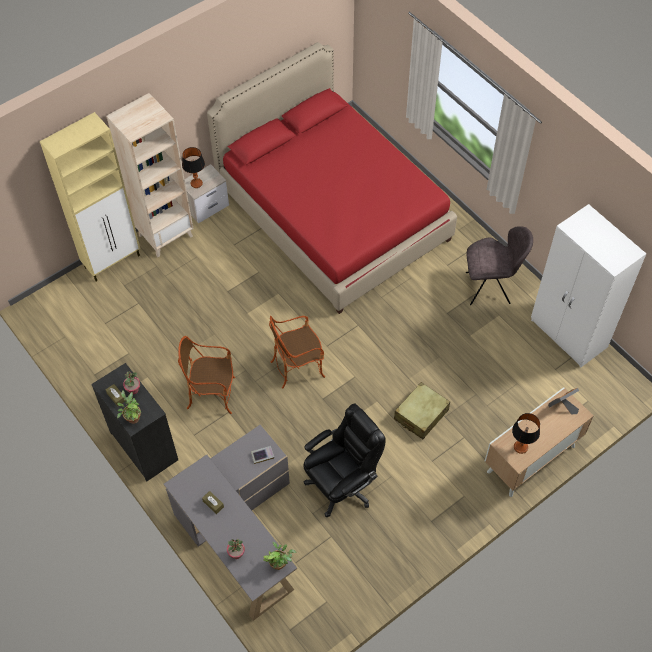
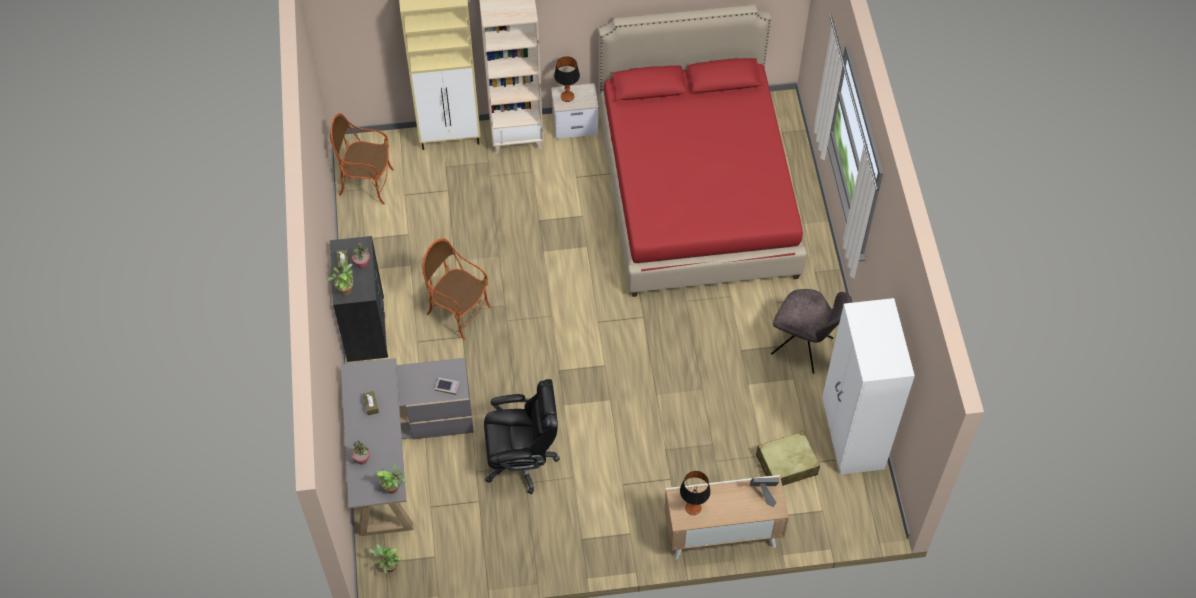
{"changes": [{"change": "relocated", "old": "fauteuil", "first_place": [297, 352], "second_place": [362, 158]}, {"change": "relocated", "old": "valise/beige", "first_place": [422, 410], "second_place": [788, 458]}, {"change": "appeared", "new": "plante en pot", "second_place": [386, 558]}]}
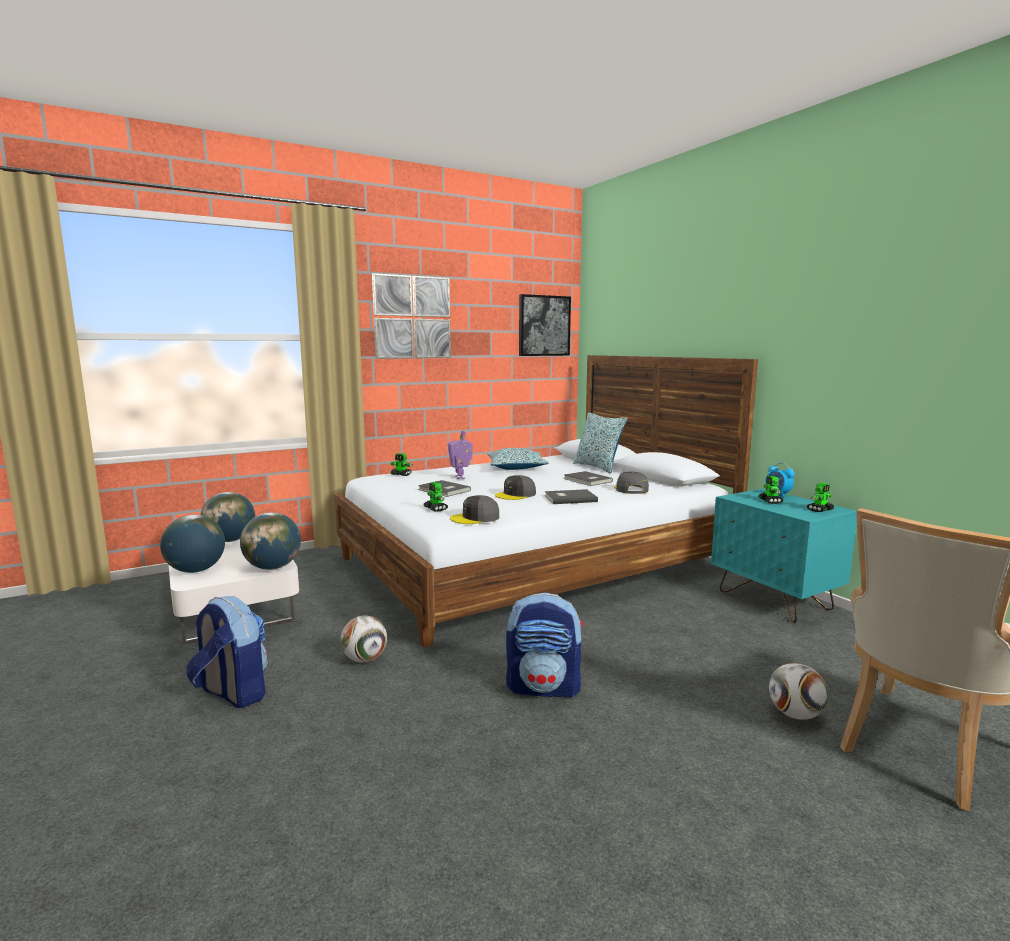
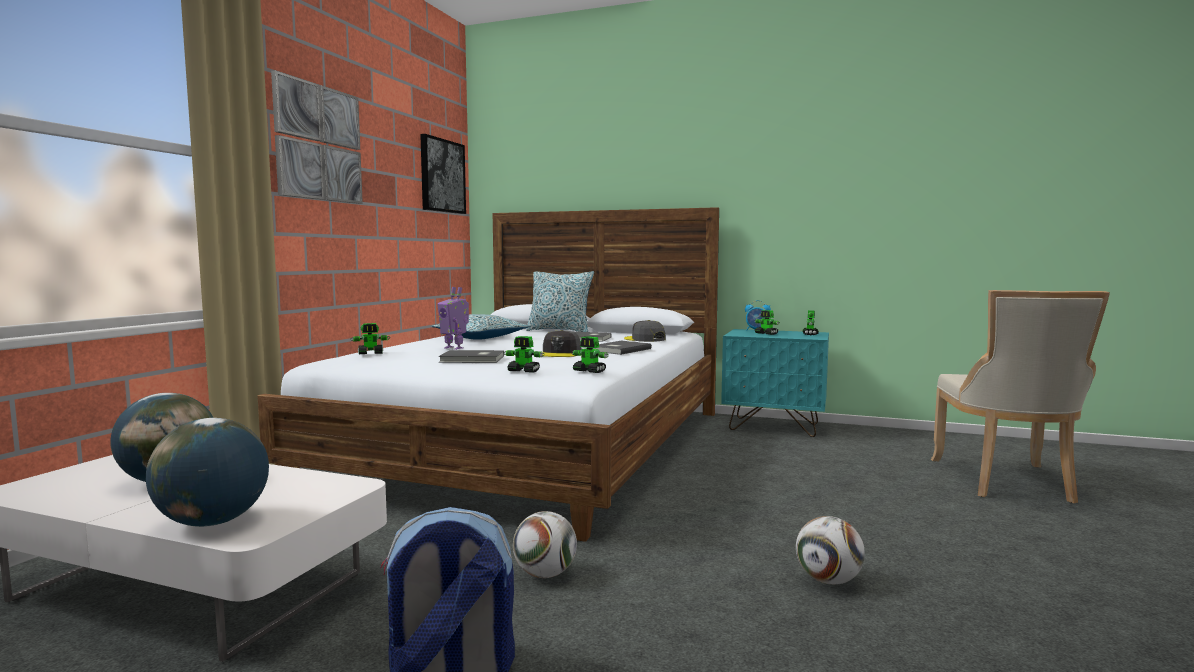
{"changes": [{"change": "exchanged", "old": "casquette/gris", "new": "robot jouet", "first_place": [474, 509], "second_place": [590, 354]}, {"change": "missing", "old": "globe", "first_place": [270, 541]}, {"change": "missing", "old": "sac à dos", "first_place": [545, 645]}, {"change": "relocated", "old": "ballon de foot", "first_place": [798, 691], "second_place": [830, 550]}]}
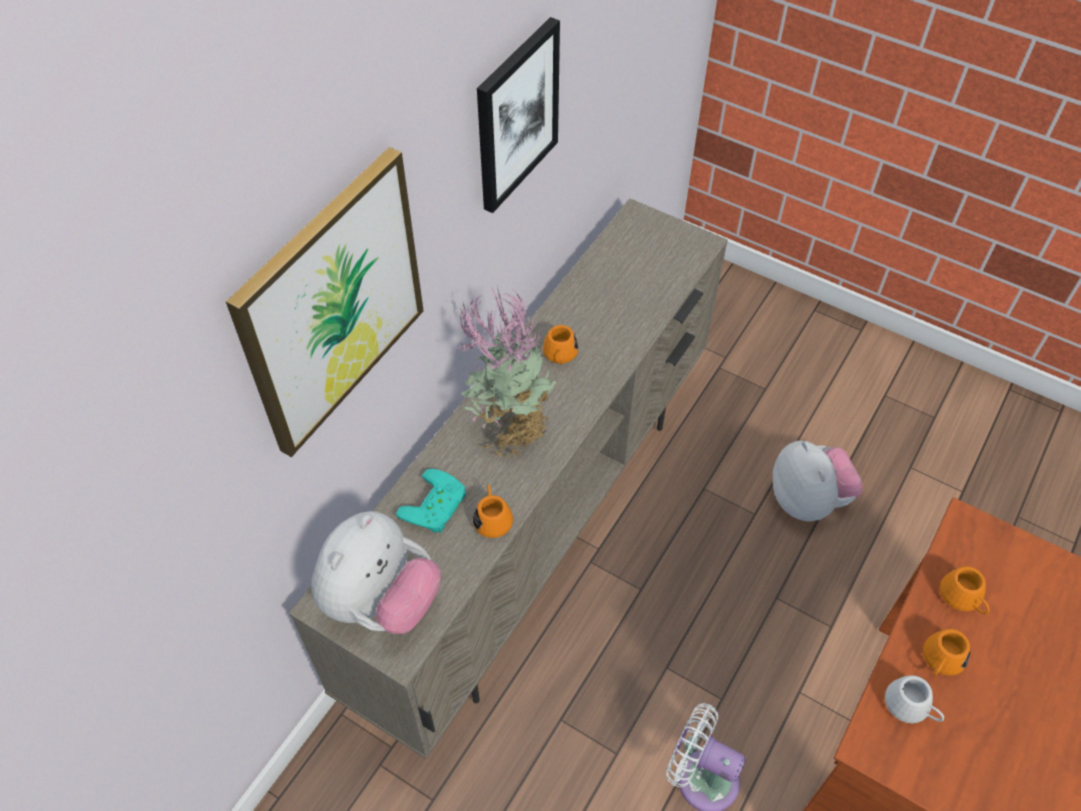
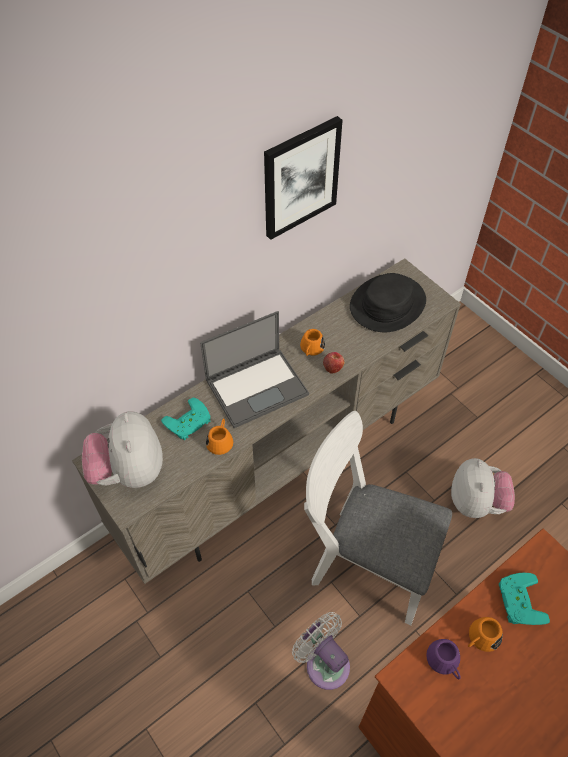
{"changes": [{"change": "missing", "old": "tableau", "first_place": [325, 302]}, {"change": "exchanged", "old": "plante en pot", "new": "ordinateur portable", "first_place": [506, 373], "second_place": [254, 369]}, {"change": "spun", "old": "peluche", "first_place": [376, 572], "second_place": [122, 449], "degrees": 120}, {"change": "exchanged", "old": "mug/orange", "new": "manette/turquoise", "first_place": [965, 590], "second_place": [524, 599]}, {"change": "colour", "old": "mug/blanc", "new": "mug/violet", "first_place": [914, 699], "second_place": [443, 659]}, {"change": "appeared", "new": "chapeau/noir", "second_place": [388, 302]}, {"change": "appeared", "new": "pomme", "second_place": [333, 363]}, {"change": "appeared", "new": "chaise/blanc", "second_place": [378, 518]}]}
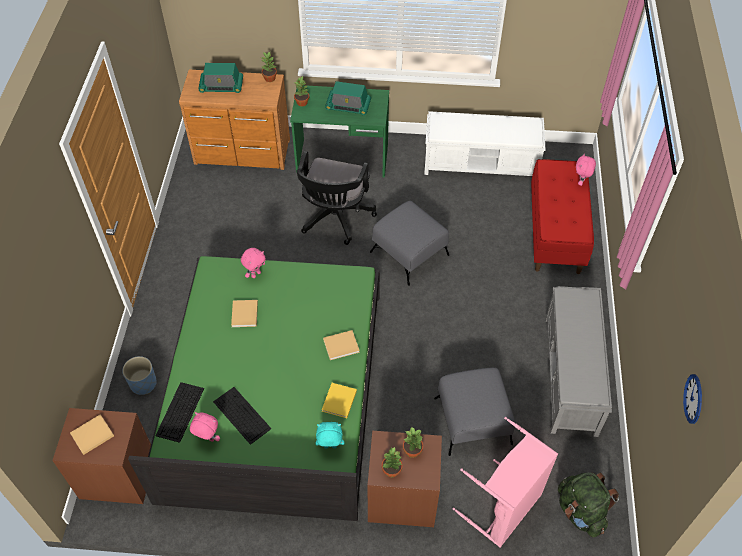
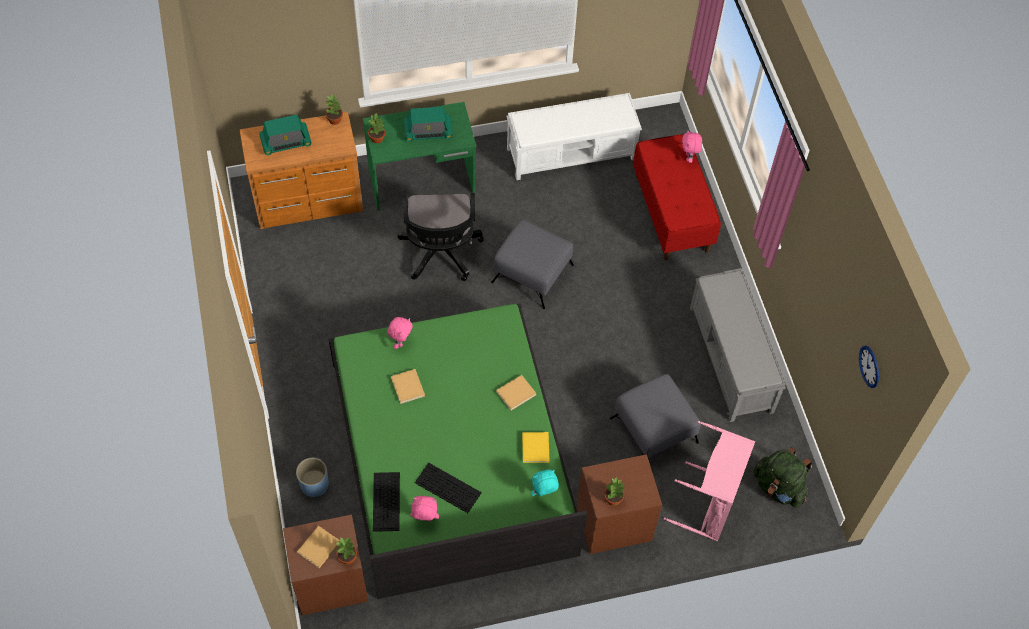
{"changes": [{"change": "relocated", "old": "plante en pot", "first_place": [413, 442], "second_place": [346, 550]}]}
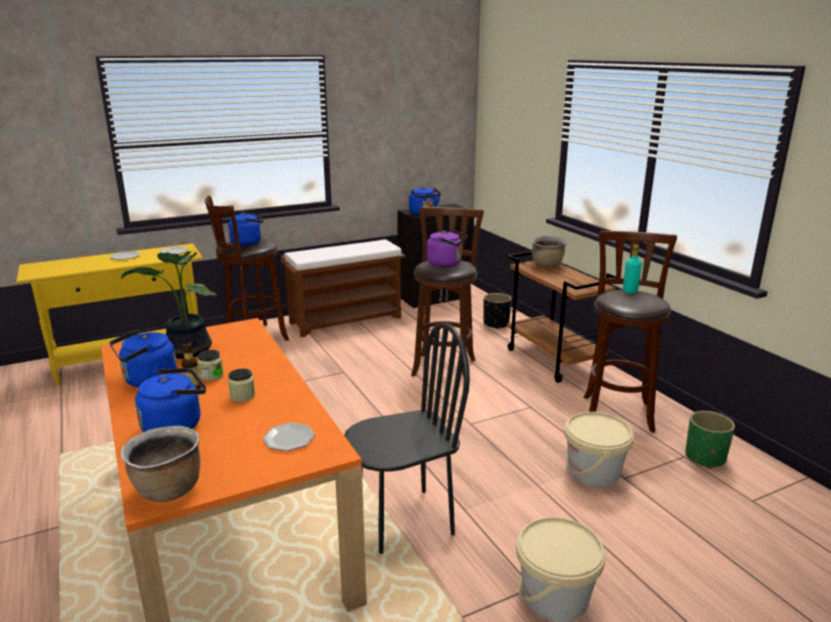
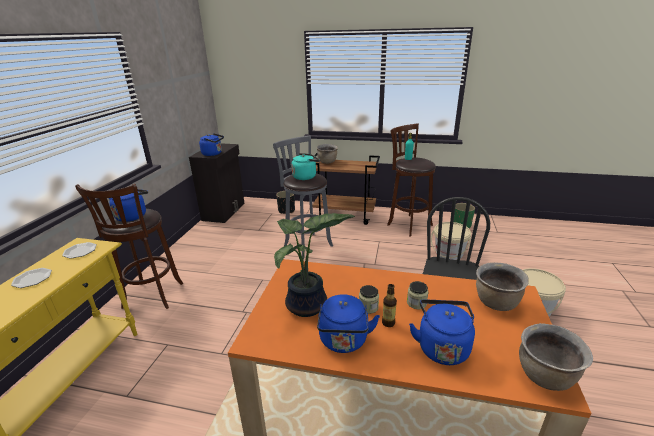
{"changes": [{"change": "colour", "old": "tabouret/marron", "new": "tabouret/gris", "first_place": [447, 292], "second_place": [303, 197]}, {"change": "colour", "old": "bouilloire/violet", "new": "bouilloire/turquoise", "first_place": [447, 248], "second_place": [305, 166]}, {"change": "missing", "old": "banc/marron", "first_place": [343, 288]}, {"change": "exchanged", "old": "assiette", "new": "marmite/marron", "first_place": [289, 436], "second_place": [502, 286]}]}
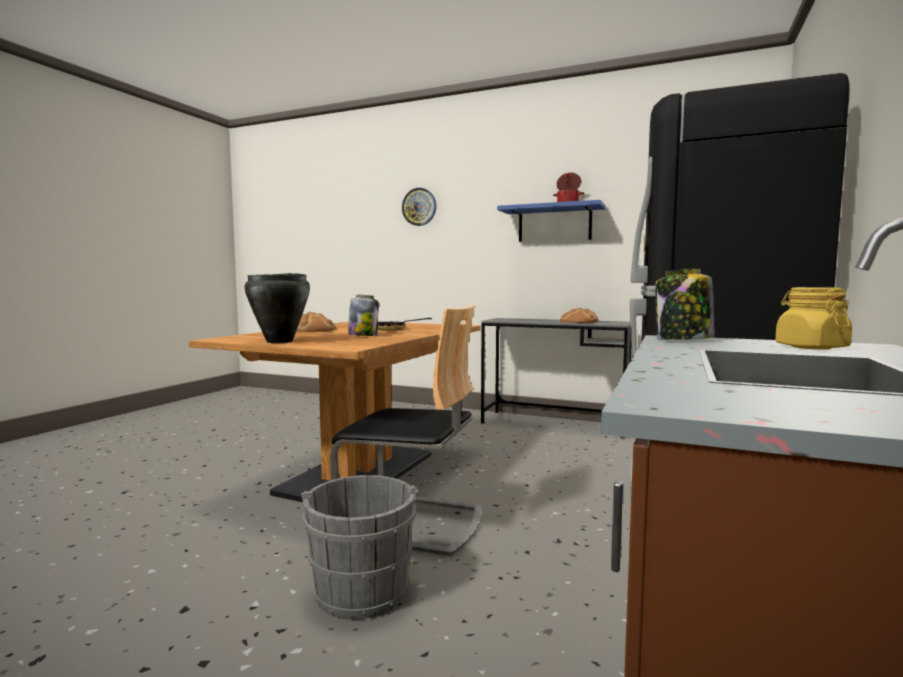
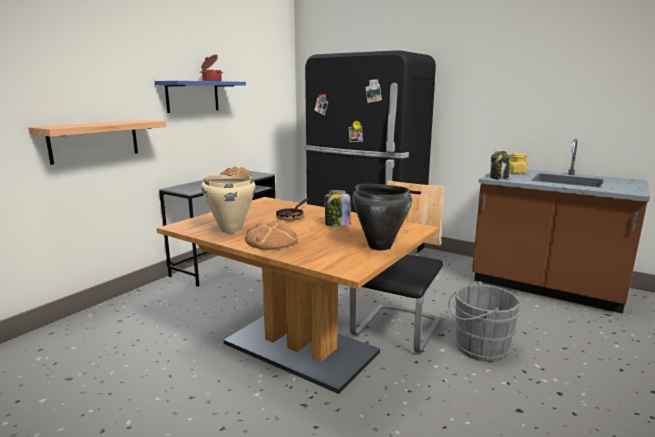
{"changes": [{"change": "missing", "old": "horloge murale", "first_place": [419, 207]}, {"change": "appeared", "new": "étagère", "second_place": [97, 142]}, {"change": "appeared", "new": "marmite/beige", "second_place": [228, 204]}]}
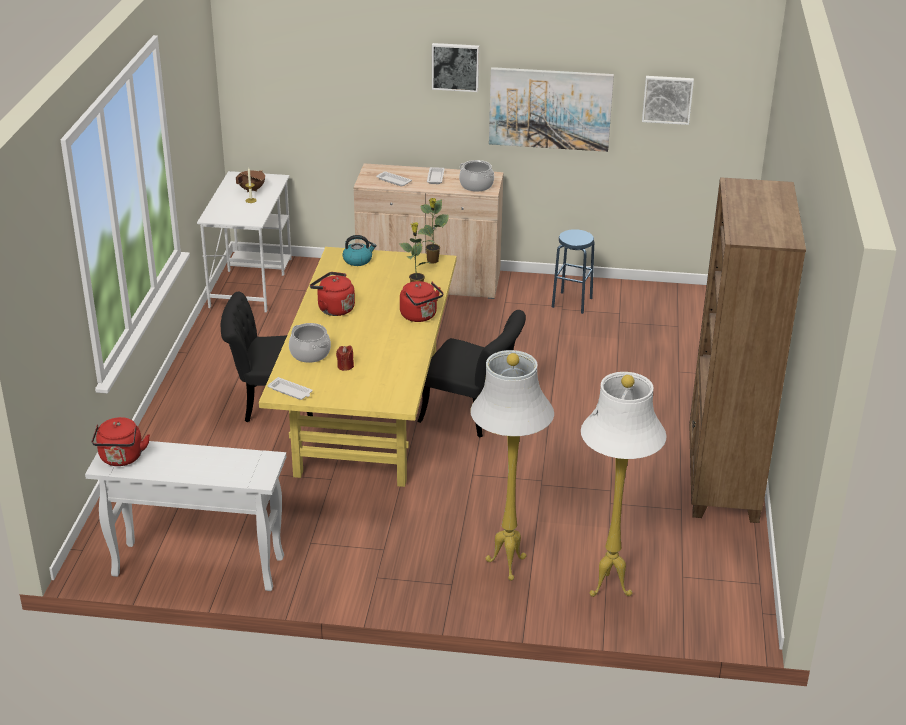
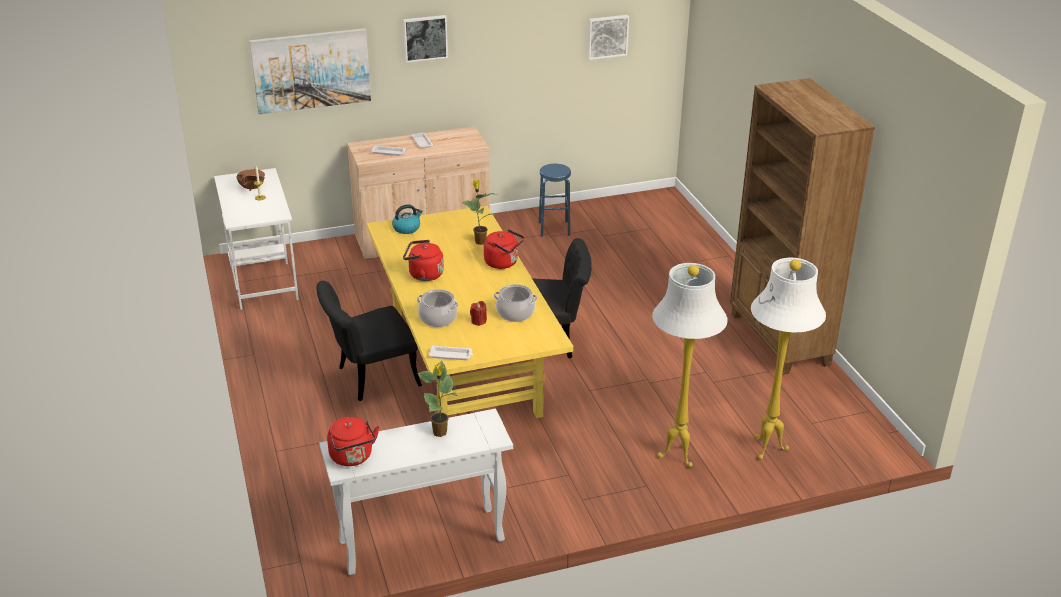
{"changes": [{"change": "relocated", "old": "tableau", "first_place": [551, 109], "second_place": [310, 71]}, {"change": "relocated", "old": "marmite", "first_place": [476, 176], "second_place": [515, 303]}, {"change": "relocated", "old": "plante en pot", "first_place": [432, 231], "second_place": [437, 399]}]}
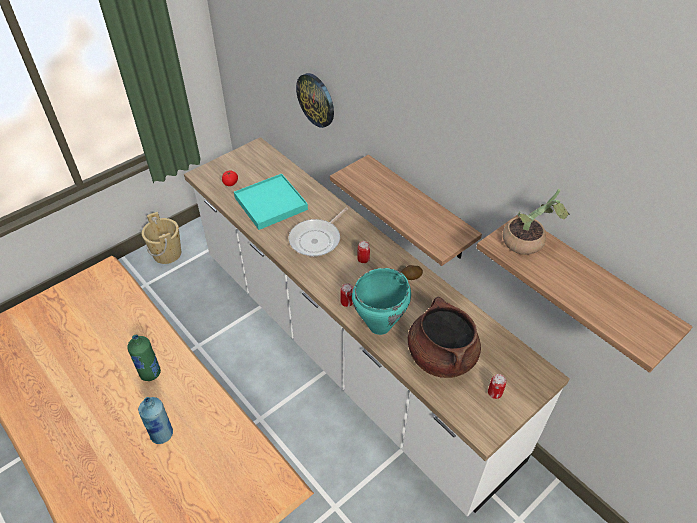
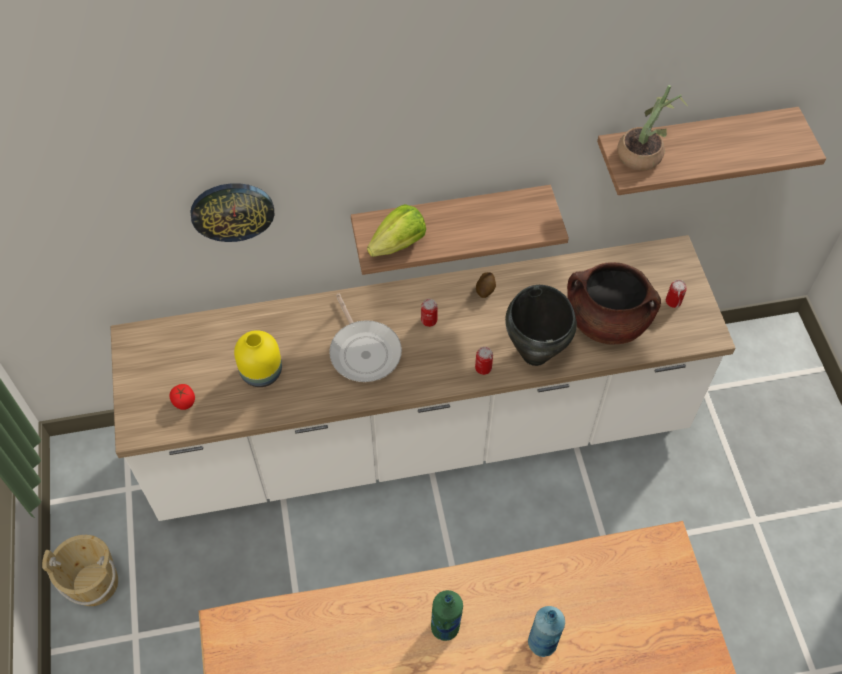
{"changes": [{"change": "exchanged", "old": "plateau/turquoise", "new": "vase/jaune", "first_place": [271, 201], "second_place": [258, 358]}, {"change": "colour", "old": "marmite/turquoise", "new": "marmite/noir", "first_place": [381, 301], "second_place": [541, 325]}, {"change": "appeared", "new": "laitue", "second_place": [396, 230]}]}
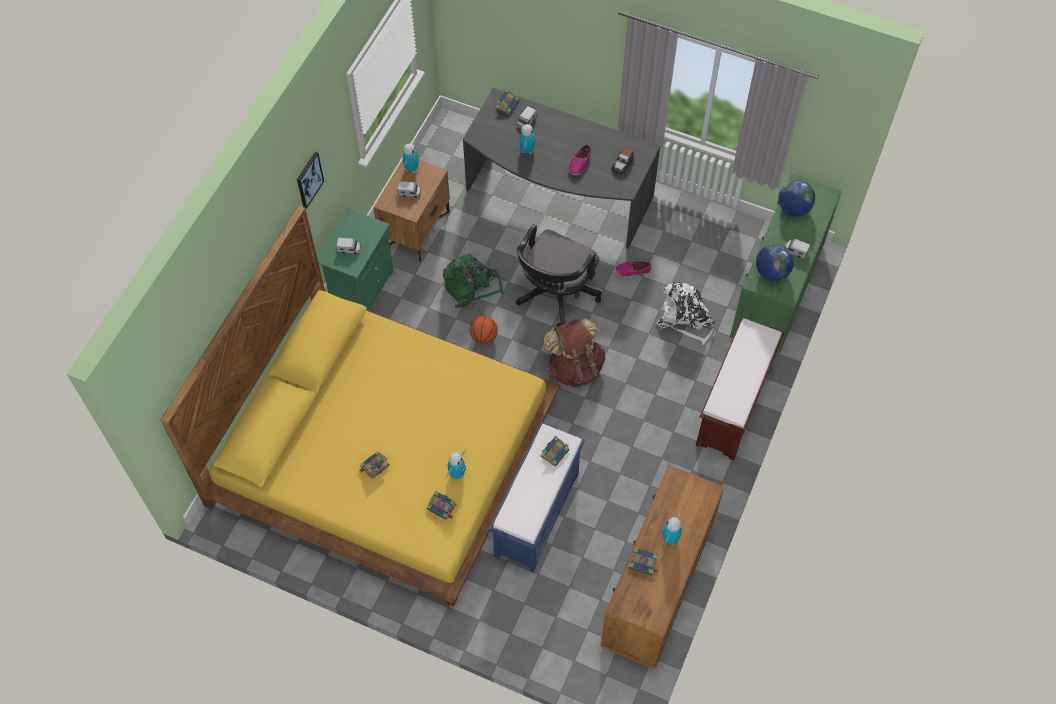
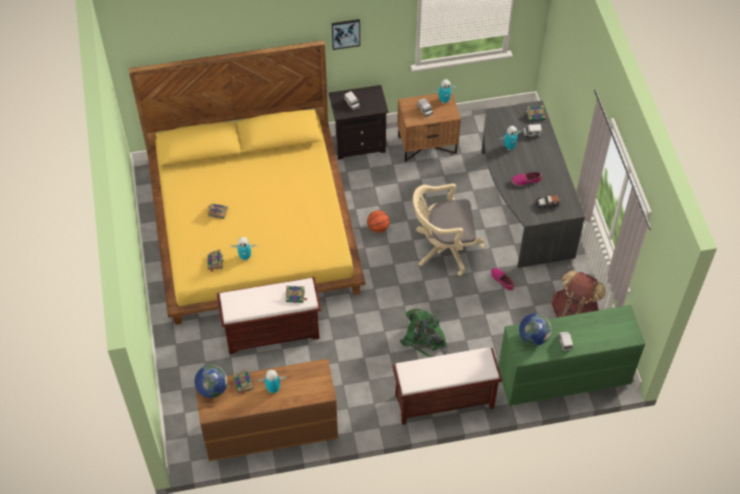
{"changes": [{"change": "relocated", "old": "globe", "first_place": [796, 198], "second_place": [211, 381]}, {"change": "colour", "old": "table de chevet/vert", "new": "table de chevet/noir", "first_place": [355, 259], "second_place": [359, 122]}, {"change": "colour", "old": "chaise de bureau/noir", "new": "chaise de bureau/beige", "first_place": [559, 275], "second_place": [448, 230]}, {"change": "relocated", "old": "sac à dos/vert", "first_place": [473, 281], "second_place": [424, 333]}, {"change": "missing", "old": "sac à dos/blanc", "first_place": [685, 313]}, {"change": "relocated", "old": "sac à dos/marron", "first_place": [574, 353], "second_place": [579, 293]}, {"change": "colour", "old": "banc/bleu", "new": "banc/marron", "first_place": [537, 497], "second_place": [269, 315]}]}
